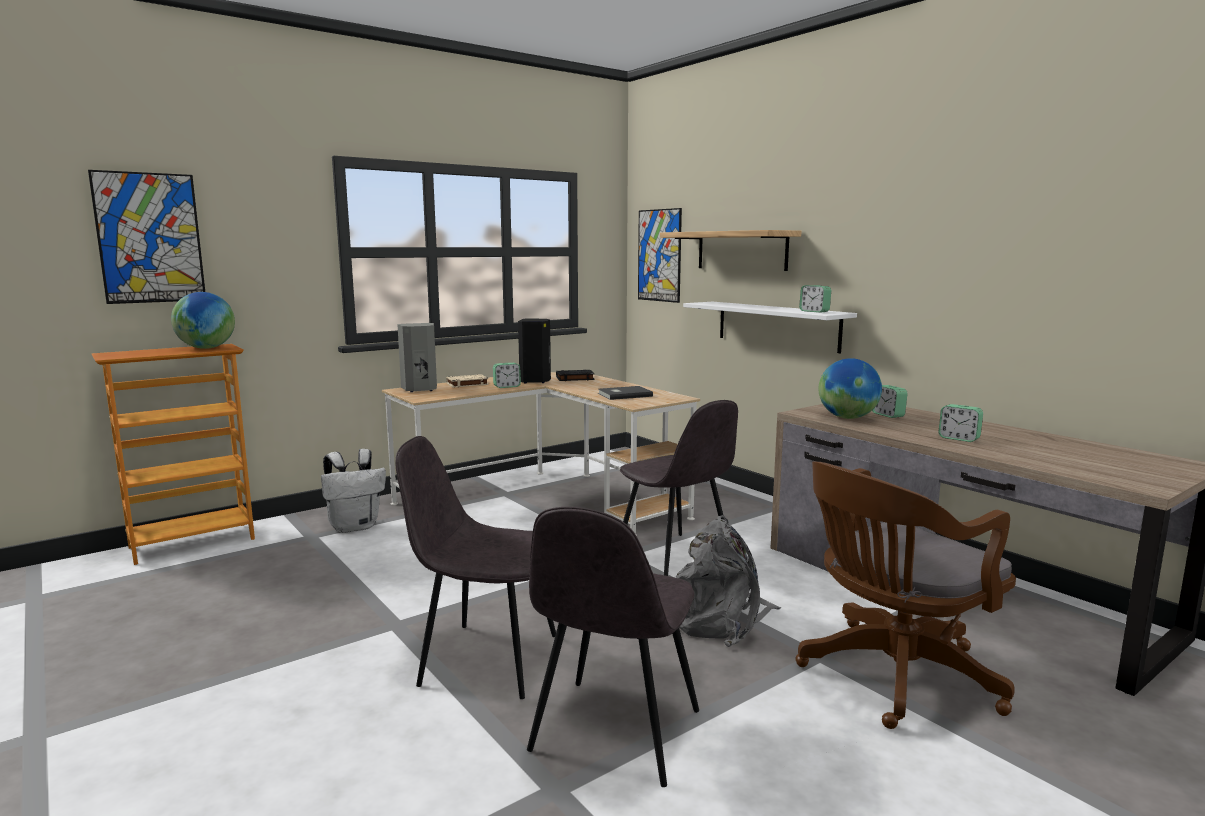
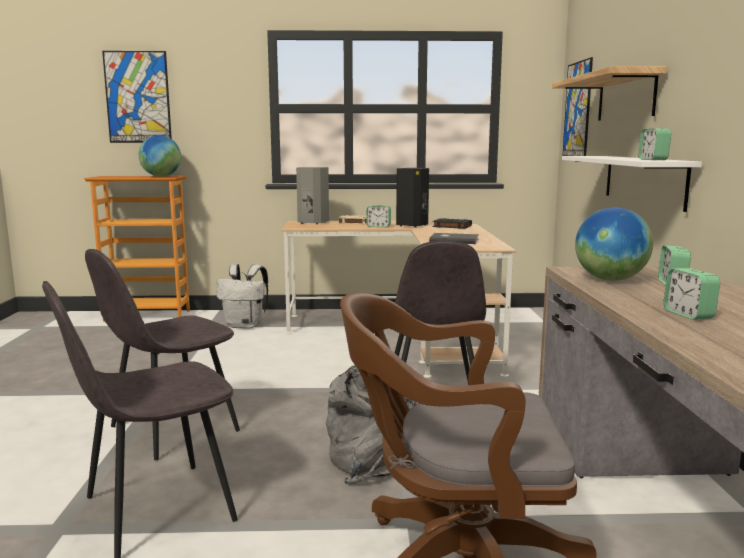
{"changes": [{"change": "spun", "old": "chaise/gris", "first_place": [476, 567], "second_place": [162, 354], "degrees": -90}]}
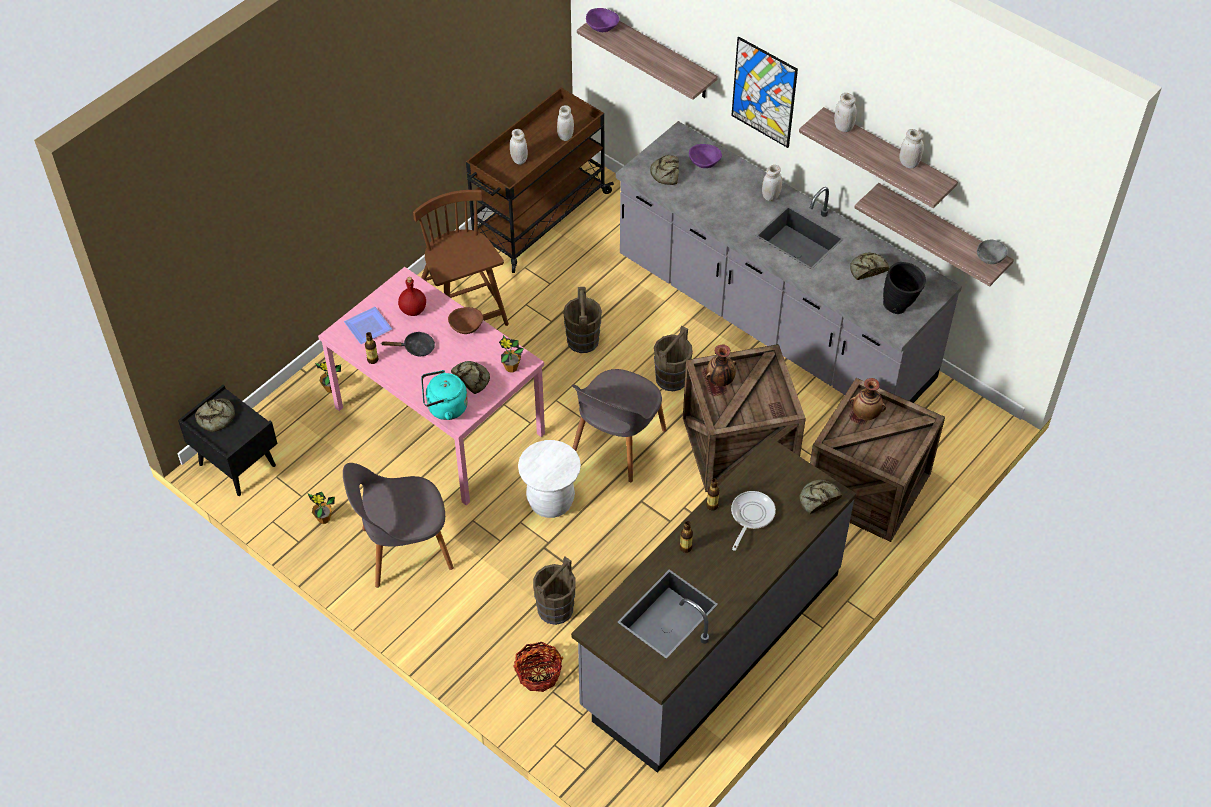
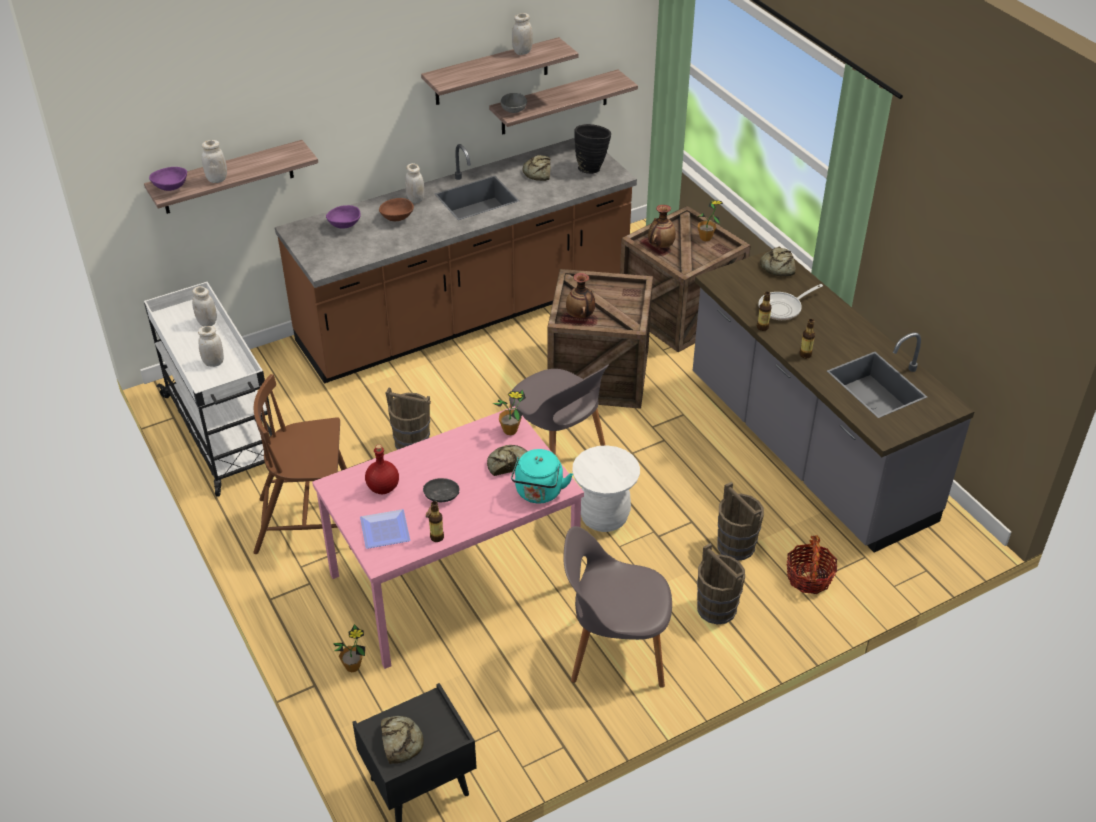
{"changes": [{"change": "missing", "old": "tableau", "first_place": [764, 92]}, {"change": "colour", "old": "chariot/marron", "new": "chariot/blanc", "first_place": [540, 180], "second_place": [208, 389]}, {"change": "relocated", "old": "bocal/blanc", "first_place": [845, 112], "second_place": [214, 161]}, {"change": "colour", "old": "comptoir de cuisine/gris", "new": "comptoir de cuisine/marron", "first_place": [789, 262], "second_place": [456, 261]}, {"change": "missing", "old": "pain", "first_place": [664, 170]}, {"change": "relocated", "old": "bol/gris", "first_place": [992, 252], "second_place": [514, 103]}, {"change": "relocated", "old": "bol/marron", "first_place": [465, 320], "second_place": [396, 209]}, {"change": "relocated", "old": "seau/marron", "first_place": [673, 358], "second_place": [721, 584]}, {"change": "spun", "old": "chaise/gris", "first_place": [398, 525], "second_place": [618, 607], "degrees": 90}, {"change": "spun", "old": "poêle", "first_place": [753, 521], "second_place": [791, 302], "degrees": -75}, {"change": "relocated", "old": "plante en pot", "first_place": [321, 508], "second_place": [710, 220]}]}
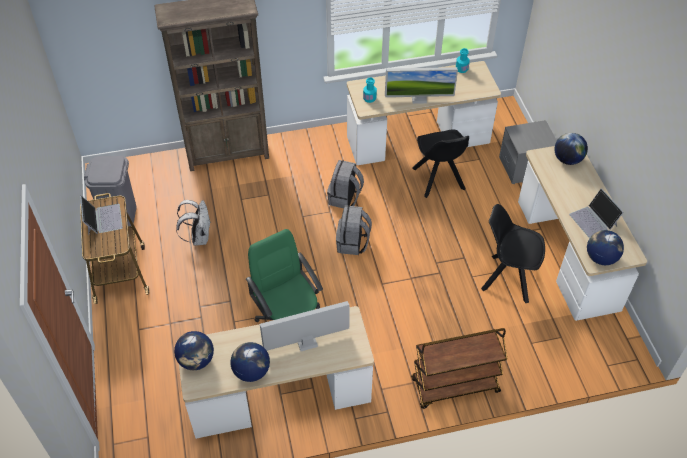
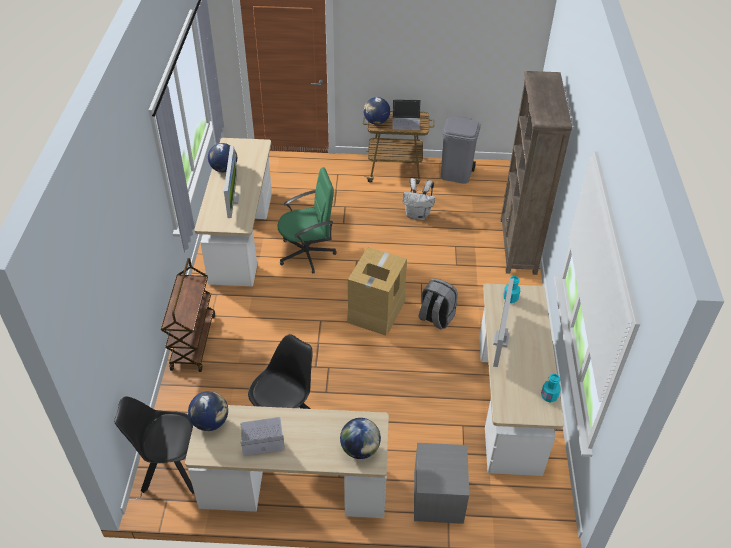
{"changes": [{"change": "relocated", "old": "chaise/noir", "first_place": [440, 163], "second_place": [154, 445]}, {"change": "exchanged", "old": "sac à dos/gris", "new": "carton", "first_place": [354, 230], "second_place": [377, 291]}, {"change": "relocated", "old": "globe", "first_place": [194, 350], "second_place": [376, 111]}]}
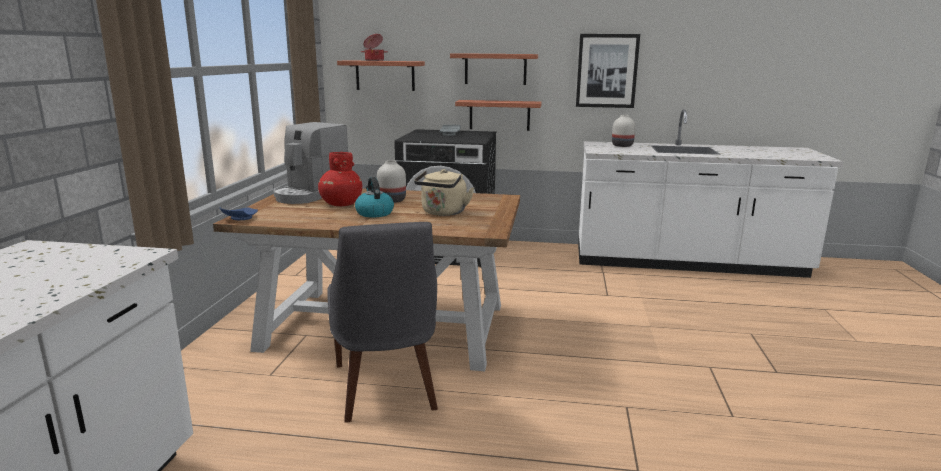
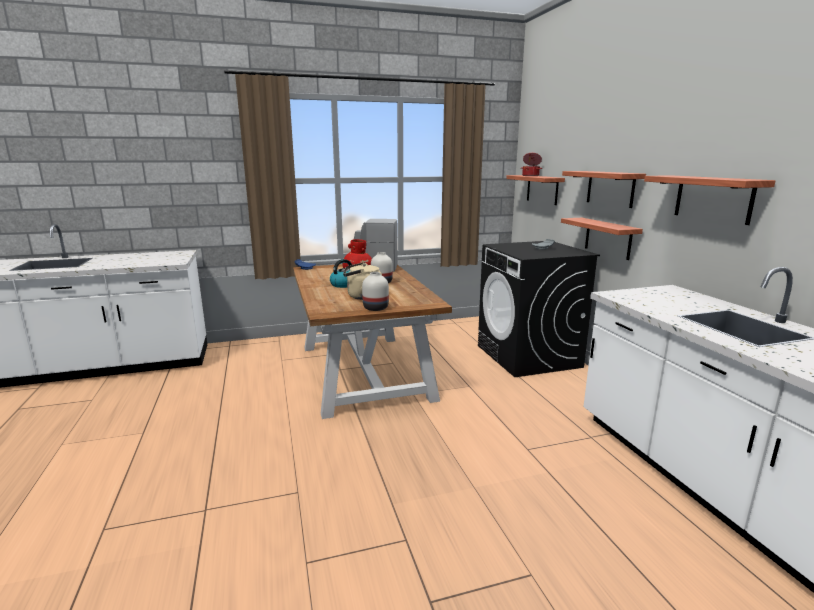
{"changes": [{"change": "exchanged", "old": "tableau", "new": "étagère", "first_place": [608, 71], "second_place": [710, 200]}, {"change": "relocated", "old": "vase/blanc", "first_place": [623, 131], "second_place": [375, 291]}, {"change": "missing", "old": "chaise/gris", "first_place": [382, 322]}]}
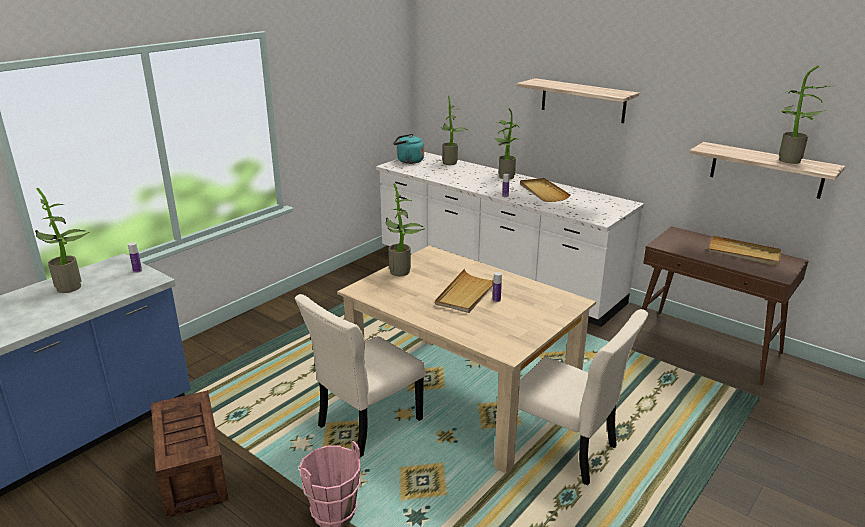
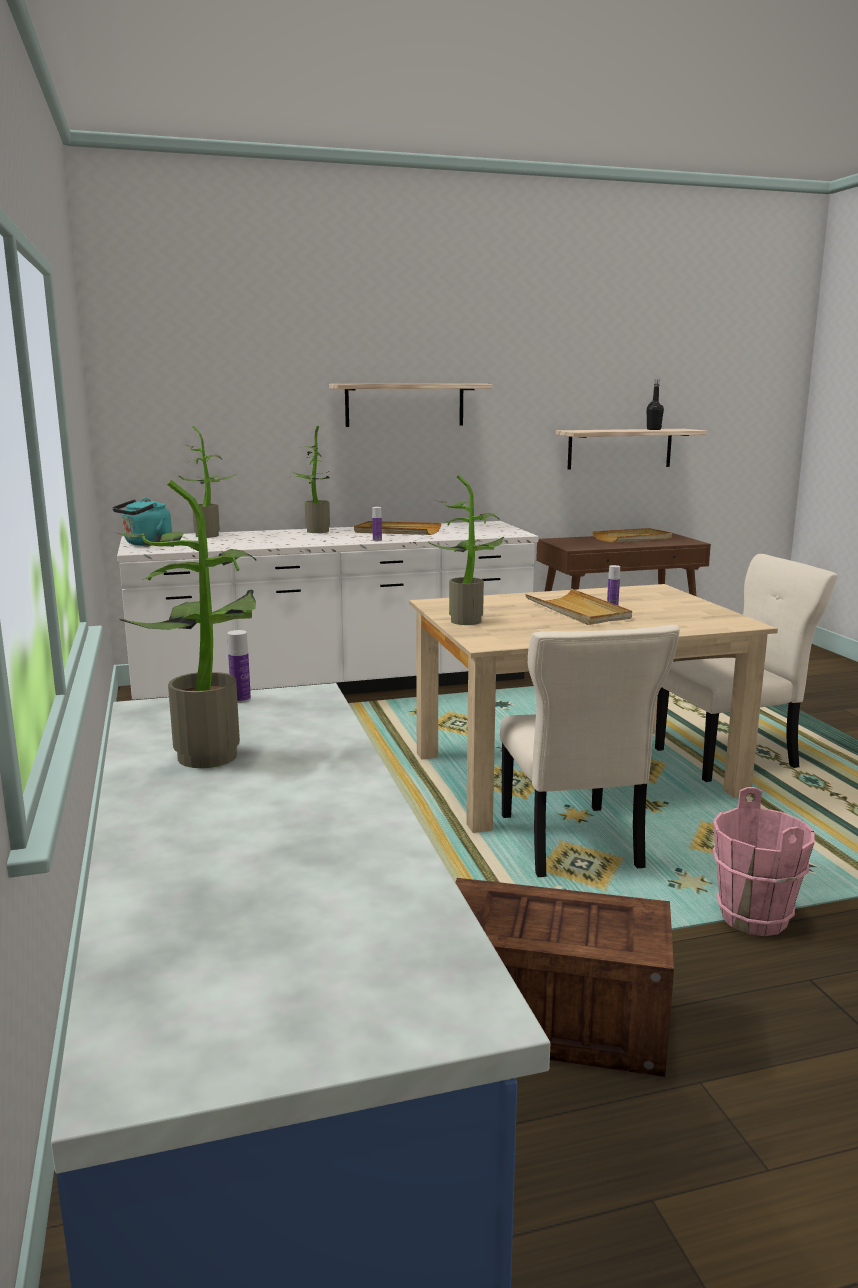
{"changes": [{"change": "exchanged", "old": "plante en pot", "new": "bouteille/noir", "first_place": [807, 114], "second_place": [655, 405]}]}
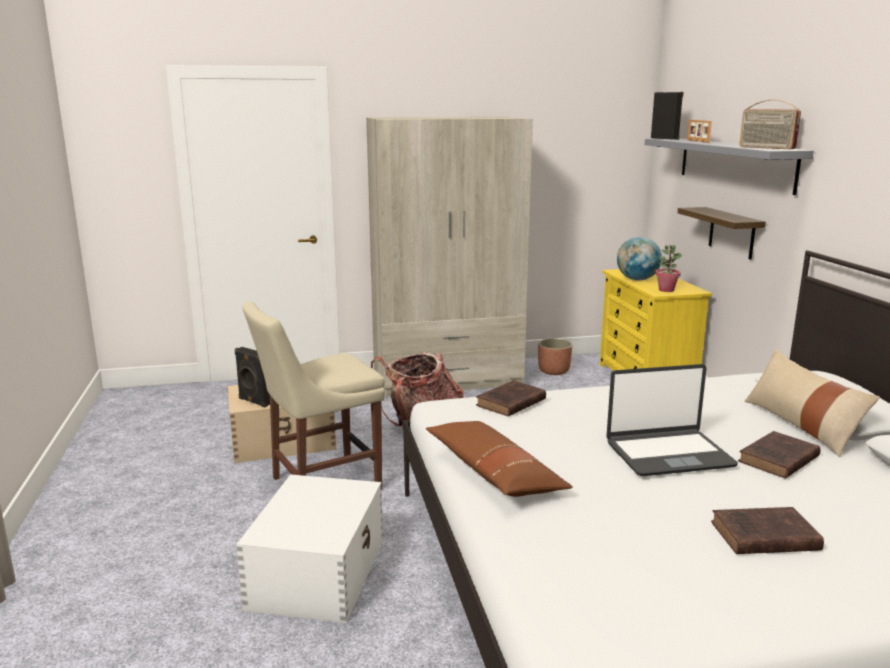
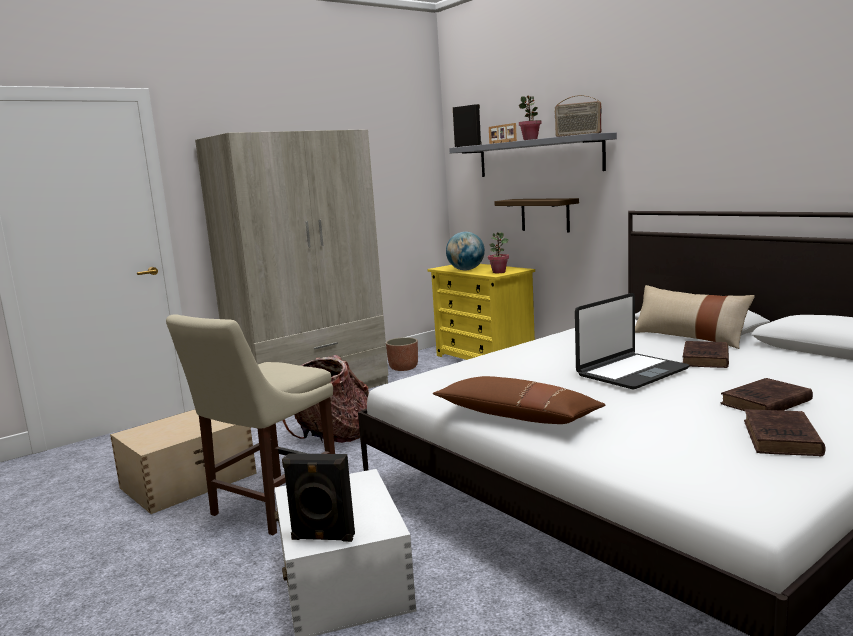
{"changes": [{"change": "relocated", "old": "enceinte/noir", "first_place": [252, 377], "second_place": [318, 498]}, {"change": "relocated", "old": "livre/marron", "first_place": [511, 398], "second_place": [785, 432]}, {"change": "appeared", "new": "plante en pot", "second_place": [530, 118]}]}
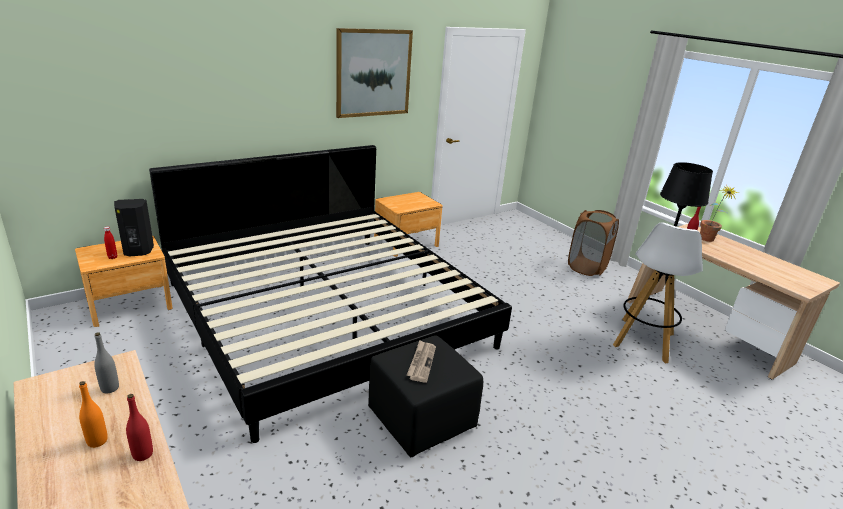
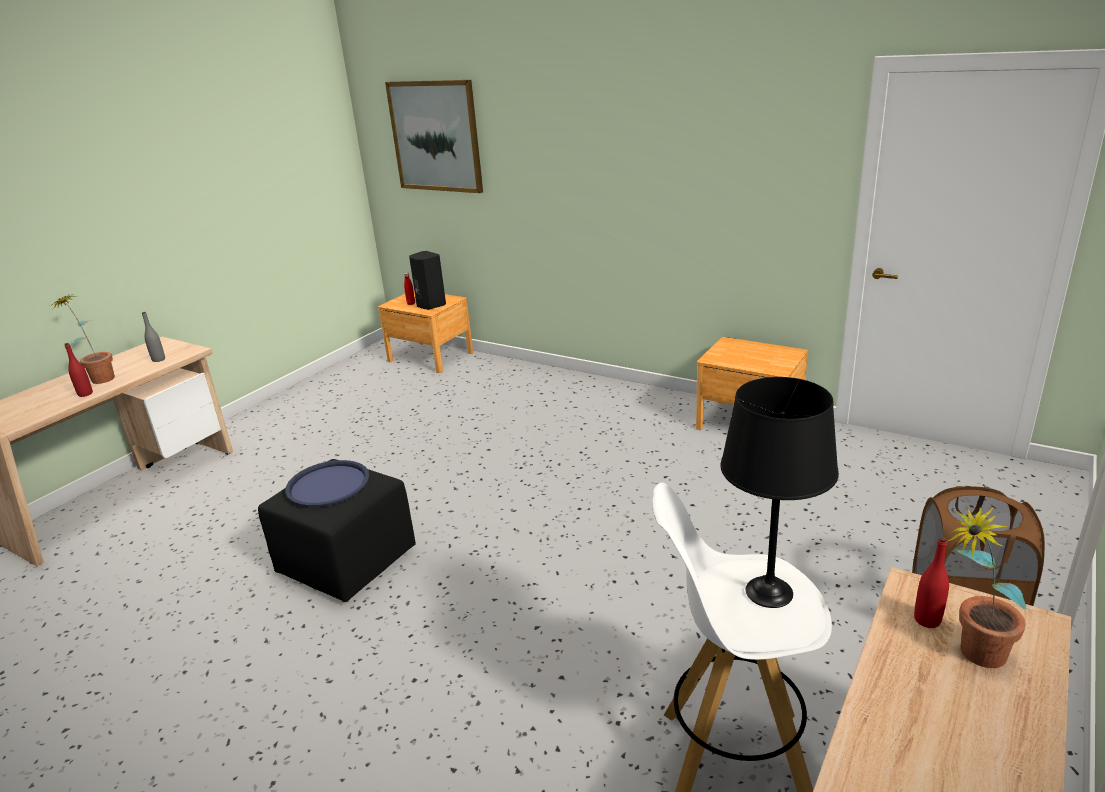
{"changes": [{"change": "relocated", "old": "tableau", "first_place": [374, 73], "second_place": [434, 136]}, {"change": "missing", "old": "lit", "first_place": [330, 294]}, {"change": "exchanged", "old": "journal", "new": "plateau/bleu", "first_place": [421, 361], "second_place": [327, 483]}, {"change": "exchanged", "old": "bouteille/orange", "new": "plante en pot", "first_place": [93, 414], "second_place": [83, 339]}]}
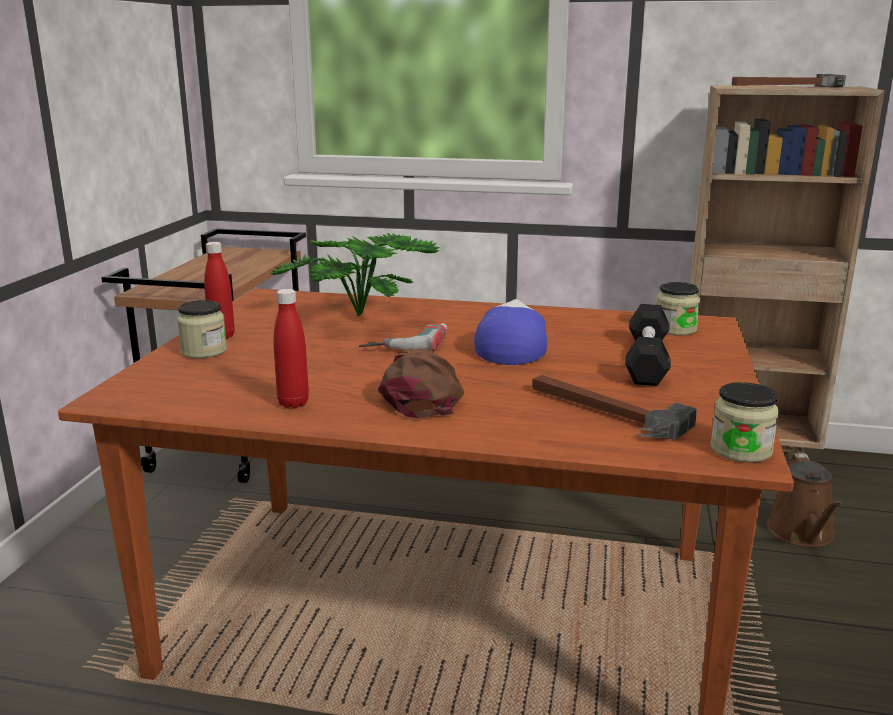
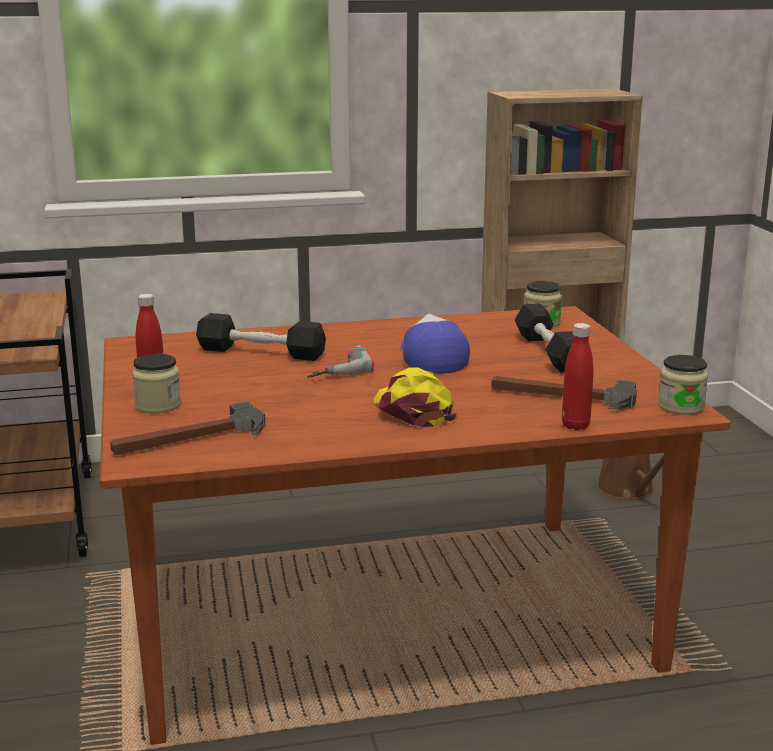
{"changes": [{"change": "relocated", "old": "marteau", "first_place": [789, 80], "second_place": [187, 428]}, {"change": "exchanged", "old": "plante en pot", "new": "haltère/noir", "first_place": [355, 274], "second_place": [261, 337]}, {"change": "relocated", "old": "bouteille/rouge", "first_place": [291, 348], "second_place": [577, 376]}, {"change": "colour", "old": "casquette/marron", "new": "casquette/jaune", "first_place": [421, 383], "second_place": [415, 397]}]}
